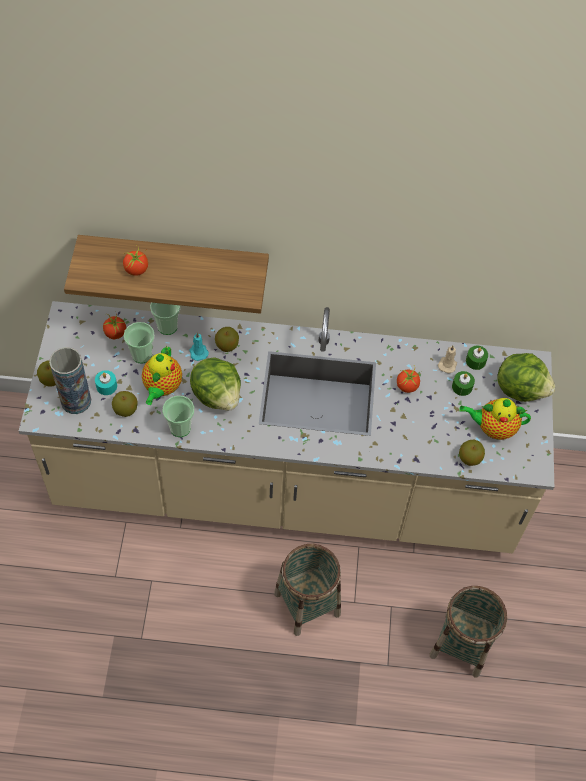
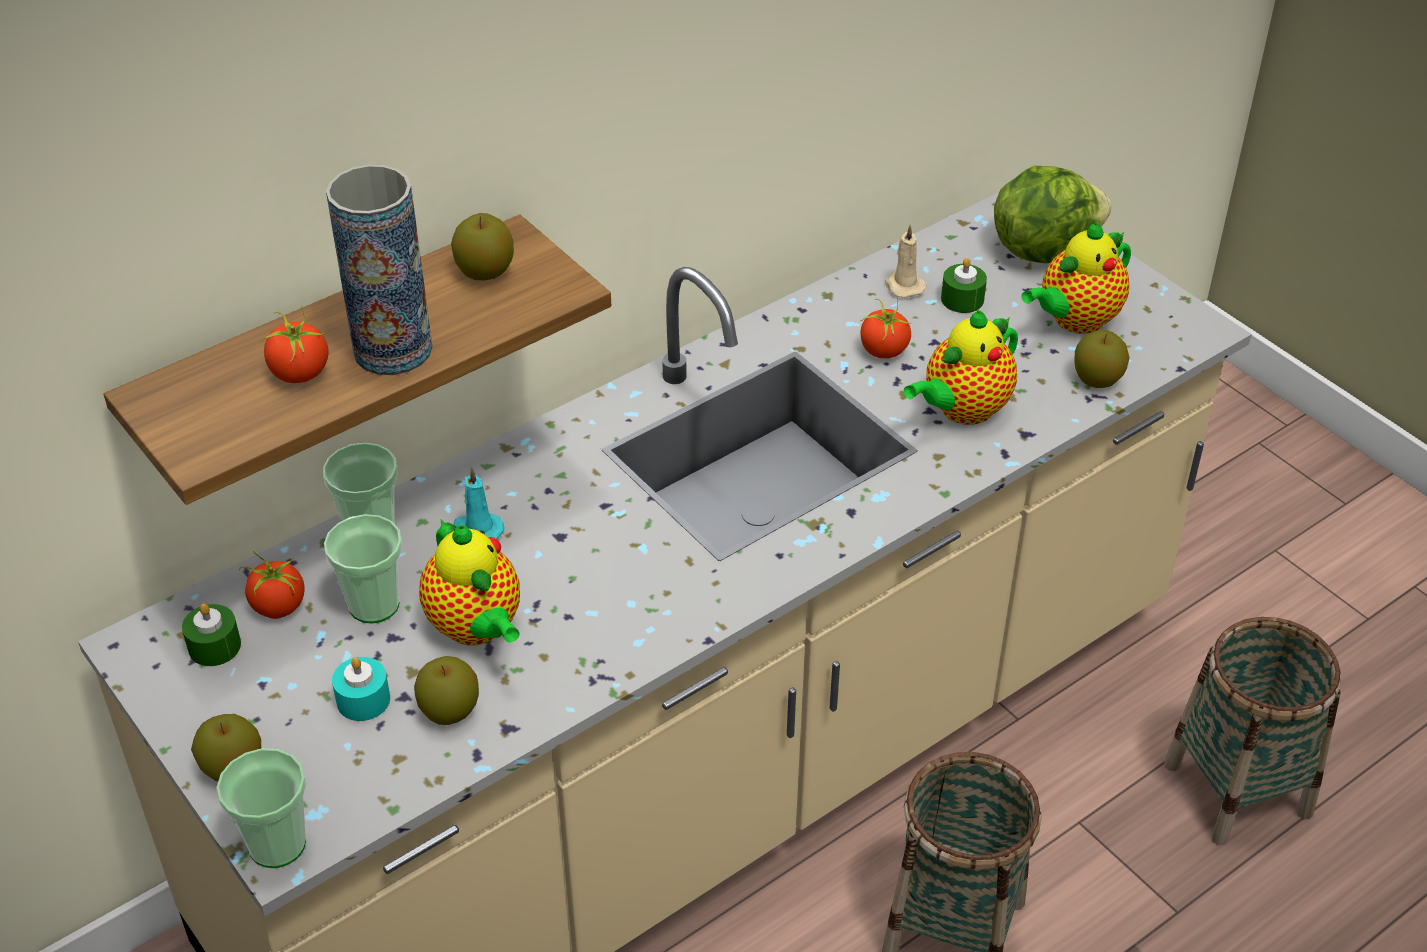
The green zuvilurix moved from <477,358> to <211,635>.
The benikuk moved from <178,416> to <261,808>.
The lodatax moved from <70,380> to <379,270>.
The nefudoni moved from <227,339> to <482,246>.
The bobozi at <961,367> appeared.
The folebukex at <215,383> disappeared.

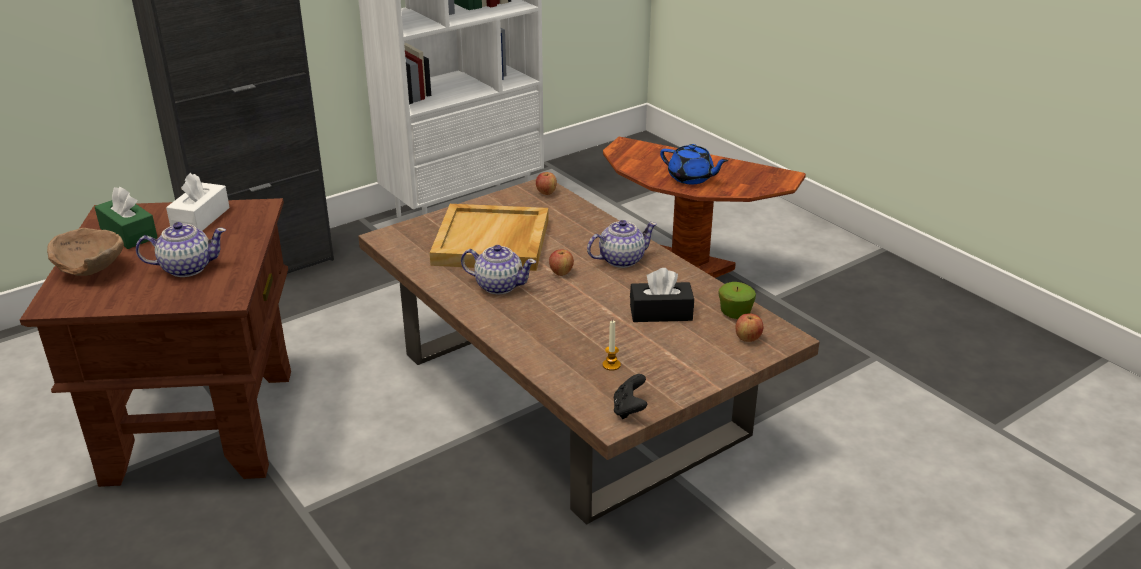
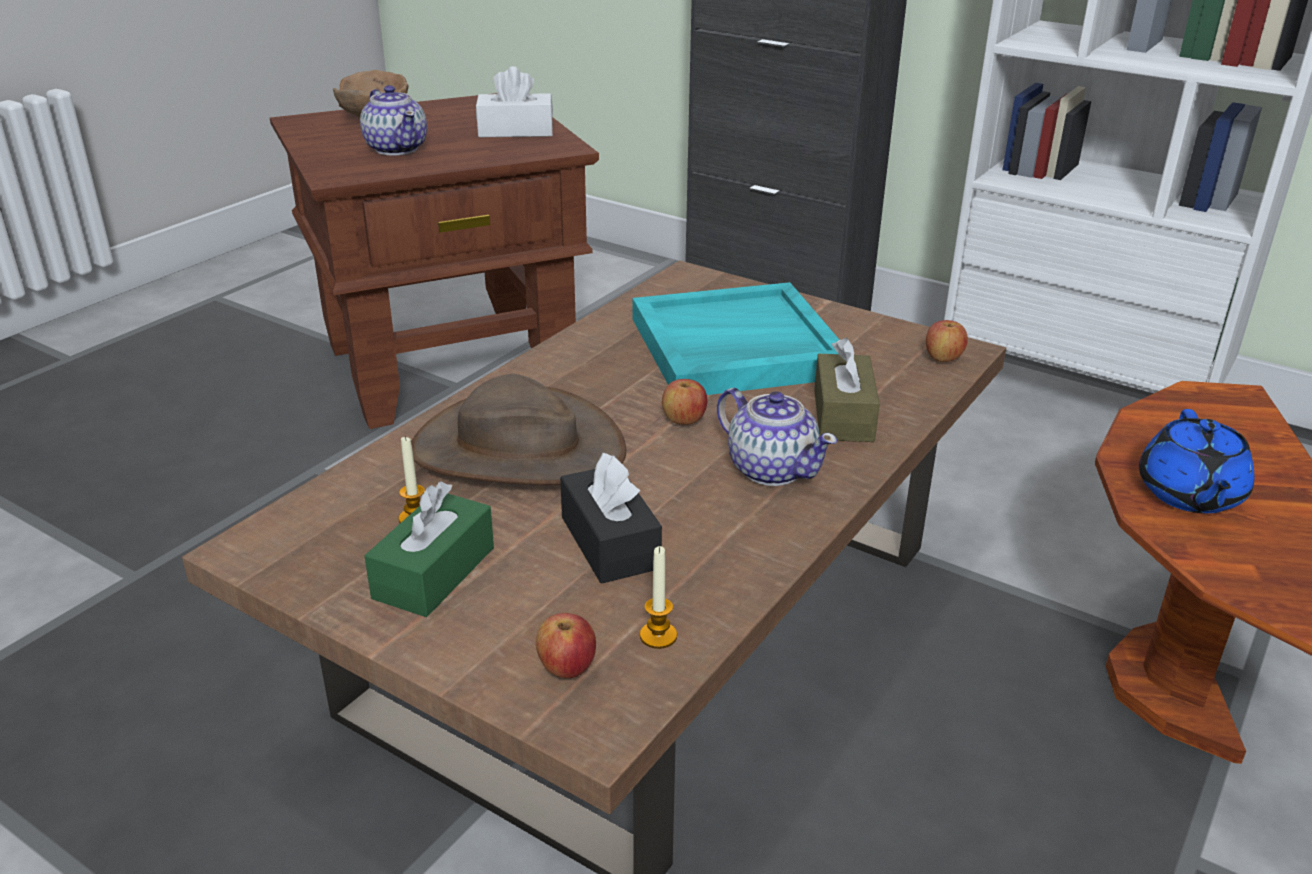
The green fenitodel moved from <126,217> to <429,549>.
The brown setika at <518,429> appeared.
The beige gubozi at <489,237> became the turquoise gubozi at <735,338>.
The nefudoni at <737,300> was replaced by the zuvilurix at <658,597>.
The brown fenitodel at <847,390> appeared.
The bobozi at <498,270> disappeared.
The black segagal at <630,396> disappeared.

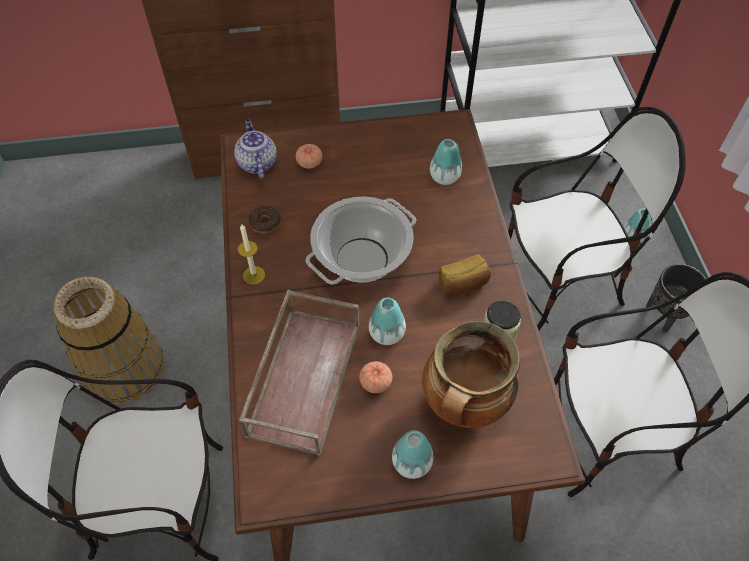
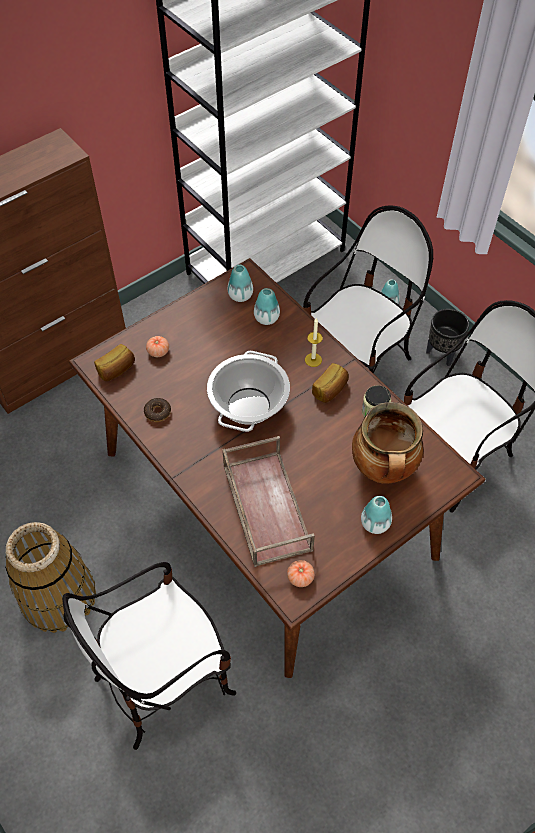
The bobozi at <255,148> was replaced by the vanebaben at <114,362>.
The lodatax moved from <387,321> to <240,283>.
The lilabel moved from <375,377> to <301,573>.
The zuvilurix moved from <251,254> to <313,342>.

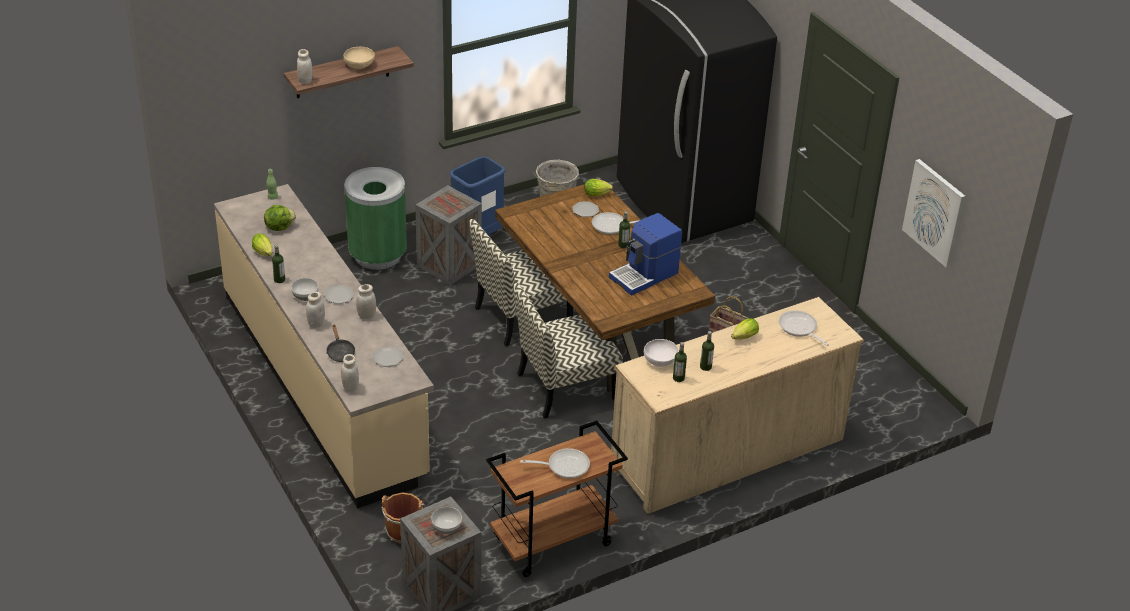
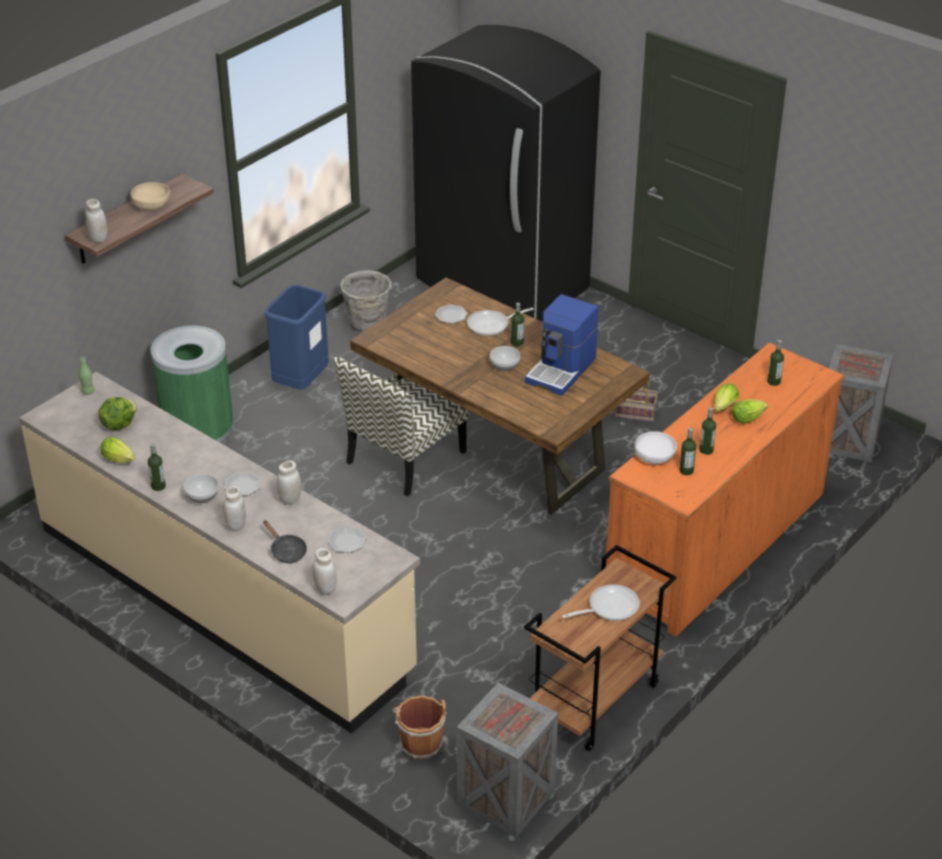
The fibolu moved from <446,520> to <505,358>.
The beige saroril at <737,405> became the orange saroril at <725,490>.
The folebukex moved from <598,187> to <750,411>.
The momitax at <804,328> was replaced by the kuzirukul at <775,363>.
The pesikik moved from <448,235> to <861,403>.
The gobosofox at <568,350> disappeared.
The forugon at <933,213> disappeared.

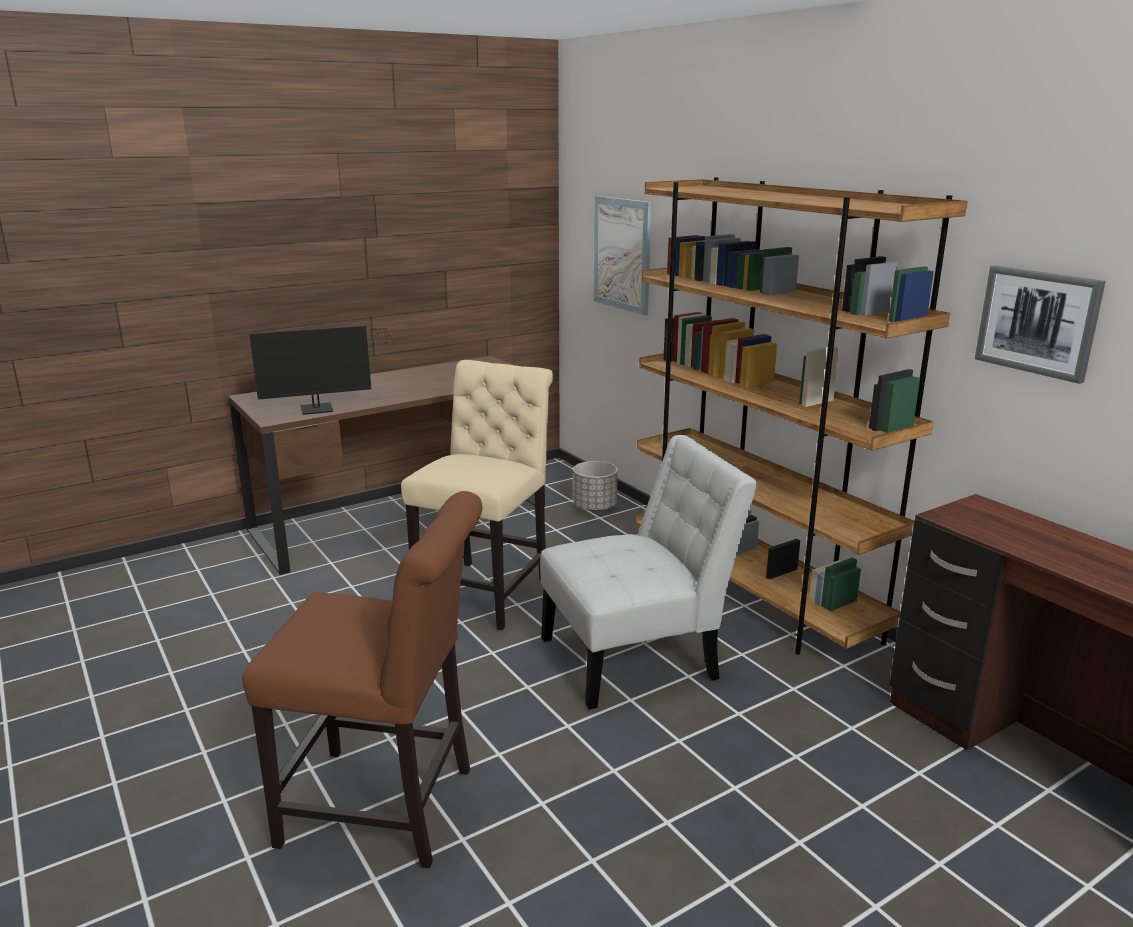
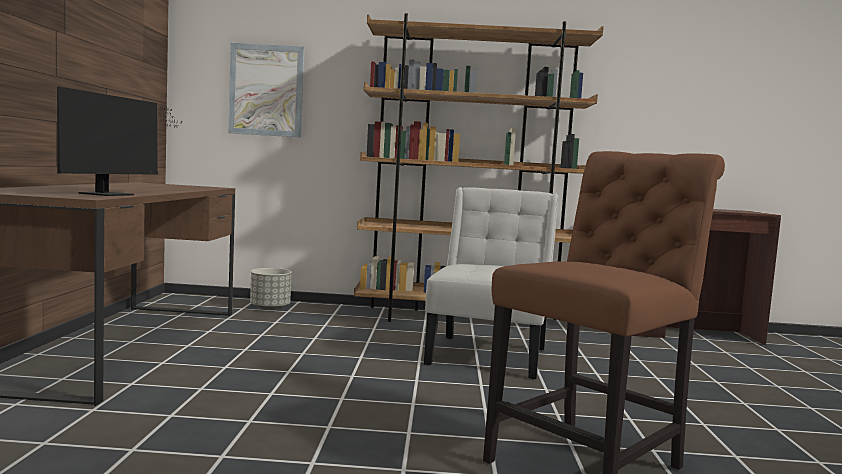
The beige gobosofox at <477,495> disappeared.
The forugon at <1040,324> disappeared.

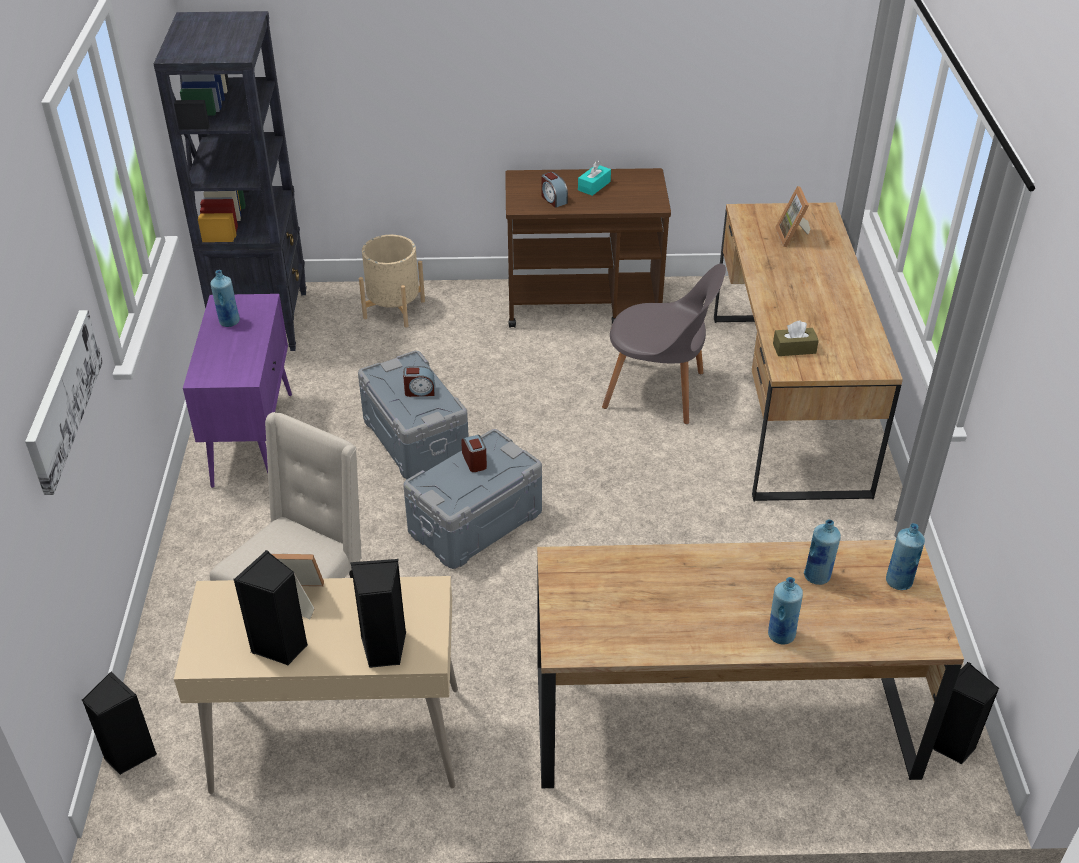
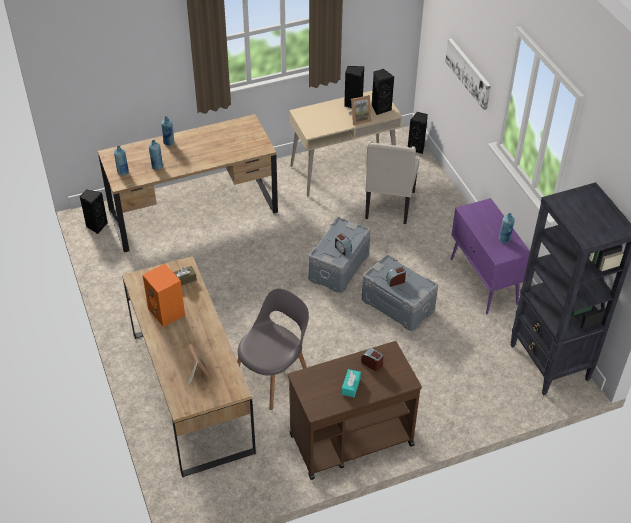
The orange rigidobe at <163,295> appeared.
The grey gobosofox at <664,344> turned 135 degrees clockwise.
The black rigidobe moved from <378,613> to <383,92>.
The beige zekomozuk at <392,281> disappeared.

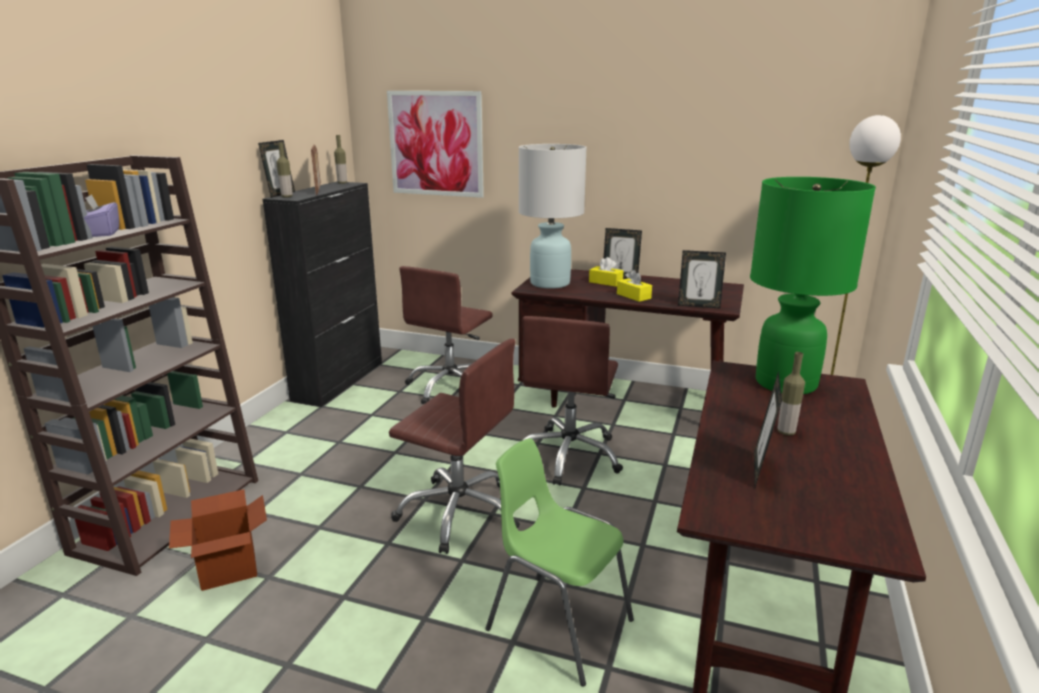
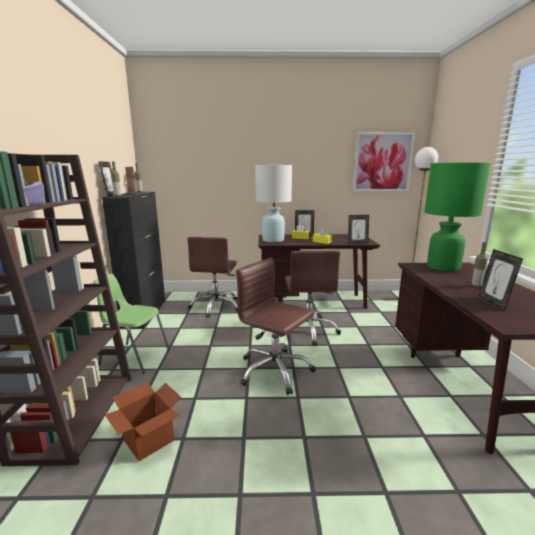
The green gobosofox moved from <559,562> to <131,324>.
The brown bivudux at <454,446> turned 150 degrees counterclockwise.
The forugon moved from <435,144> to <384,162>.

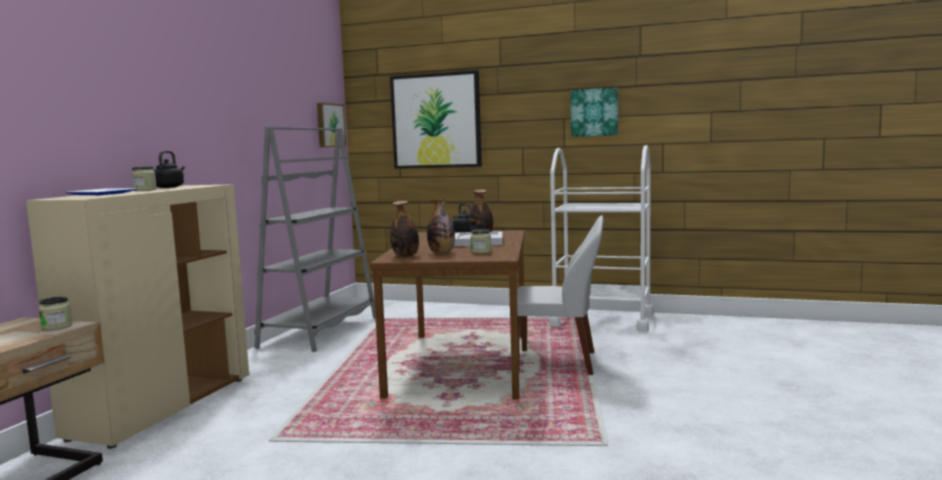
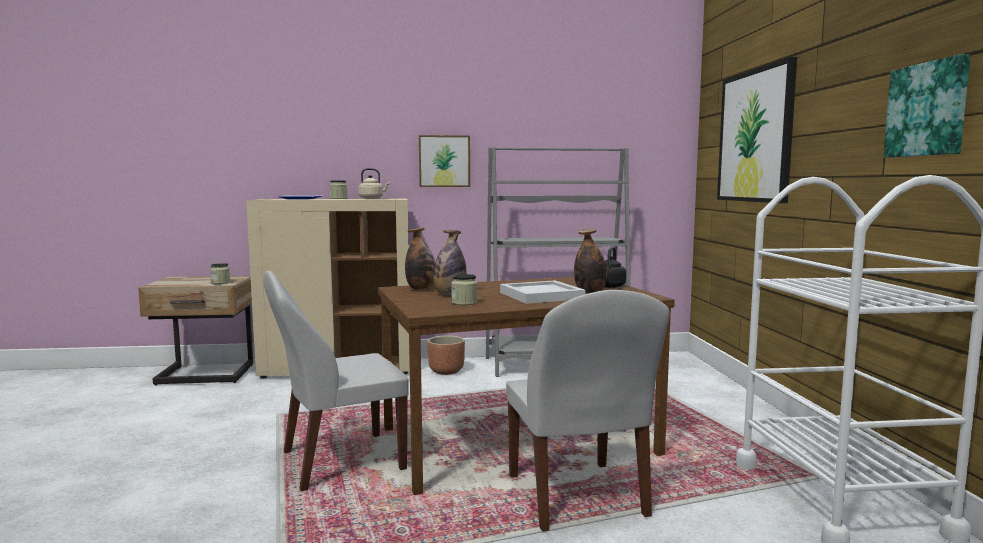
The white gobosofox at <336,381> appeared.
The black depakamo at <169,169> became the beige depakamo at <374,183>.
The forugon moved from <331,125> to <444,161>.
The brown zekomozuk at <446,355> appeared.

